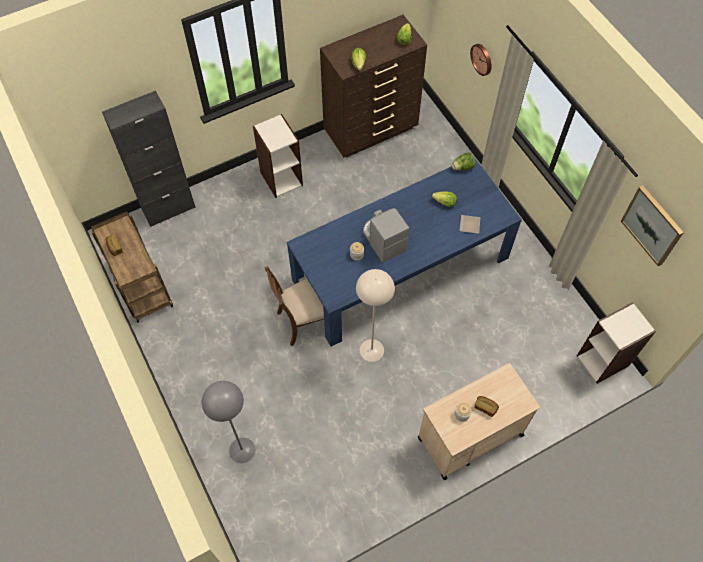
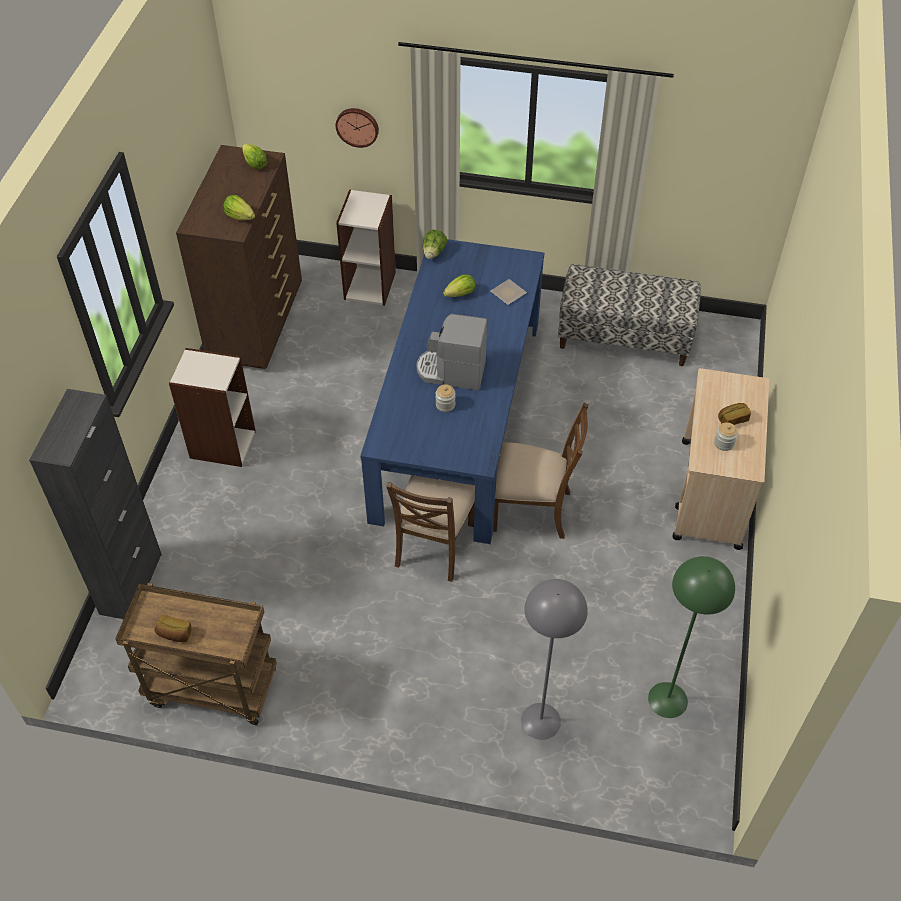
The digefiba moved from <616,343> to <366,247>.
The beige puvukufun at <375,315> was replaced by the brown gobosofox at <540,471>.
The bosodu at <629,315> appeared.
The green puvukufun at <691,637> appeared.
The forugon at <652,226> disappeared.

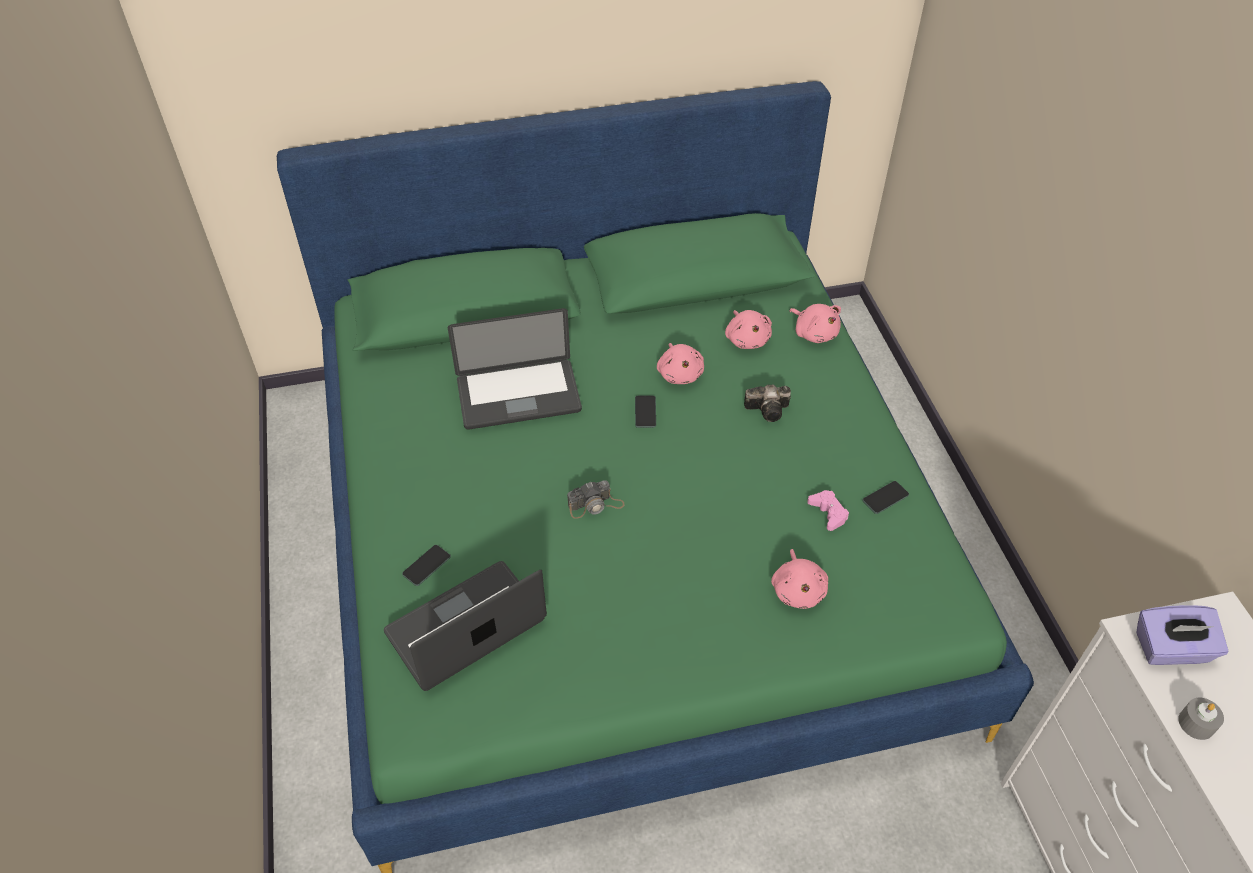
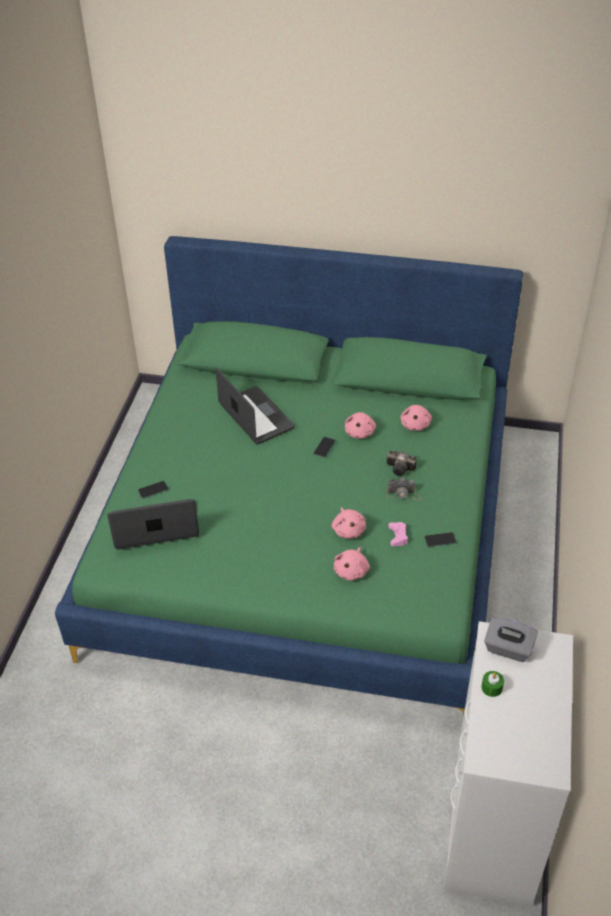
The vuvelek at <515,369> turned 135 degrees counterclockwise.
The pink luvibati moved from <815,323> to <349,523>.
The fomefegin moved from <596,499> to <403,489>.
The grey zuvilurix at <1201,719> became the green zuvilurix at <492,684>.
The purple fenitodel at <1182,635> became the grey fenitodel at <511,639>.

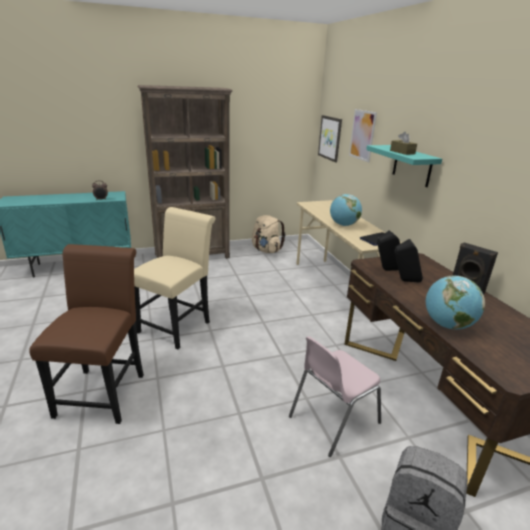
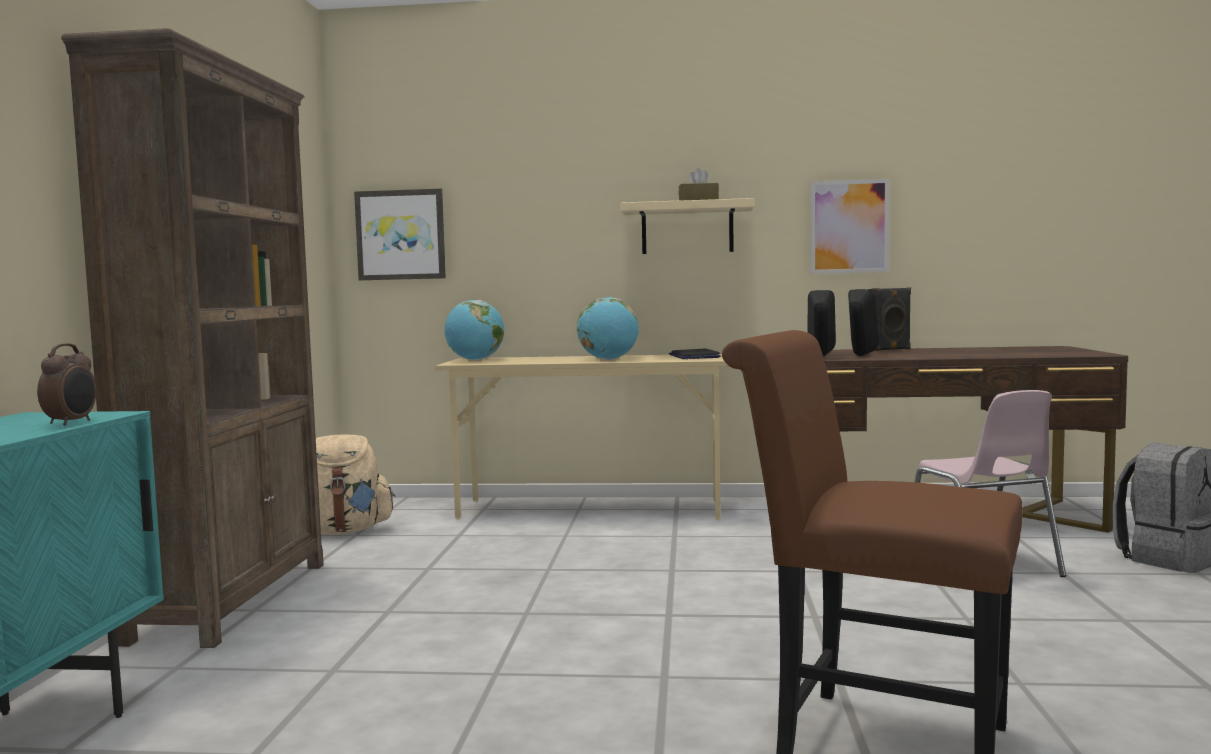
The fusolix moved from <455,302> to <474,330>.
The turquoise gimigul at <404,166> became the beige gimigul at <687,226>.
The forugon moved from <363,135> to <850,226>.
The beige gobosofox at <174,278> disappeared.

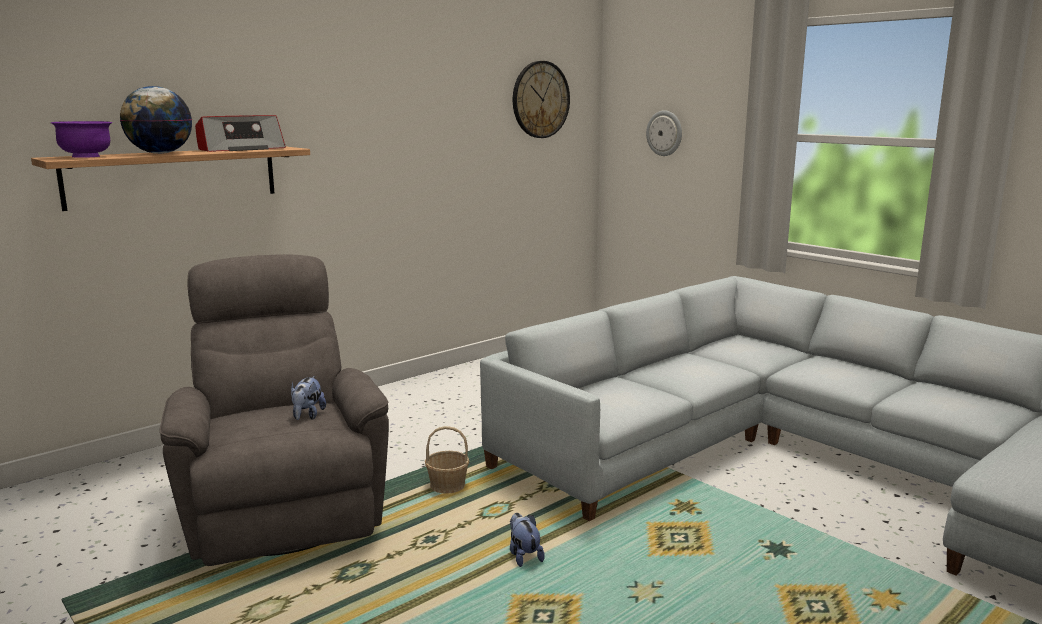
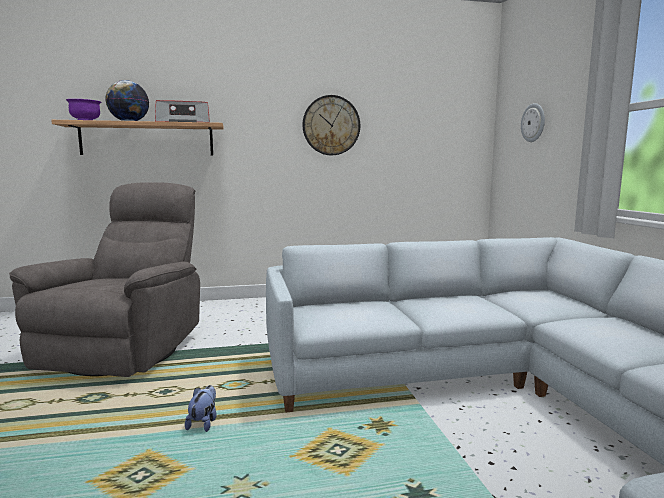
The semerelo moved from <541,99> to <331,125>.
The luvibati at <308,398> disappeared.
The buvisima at <447,460> disappeared.

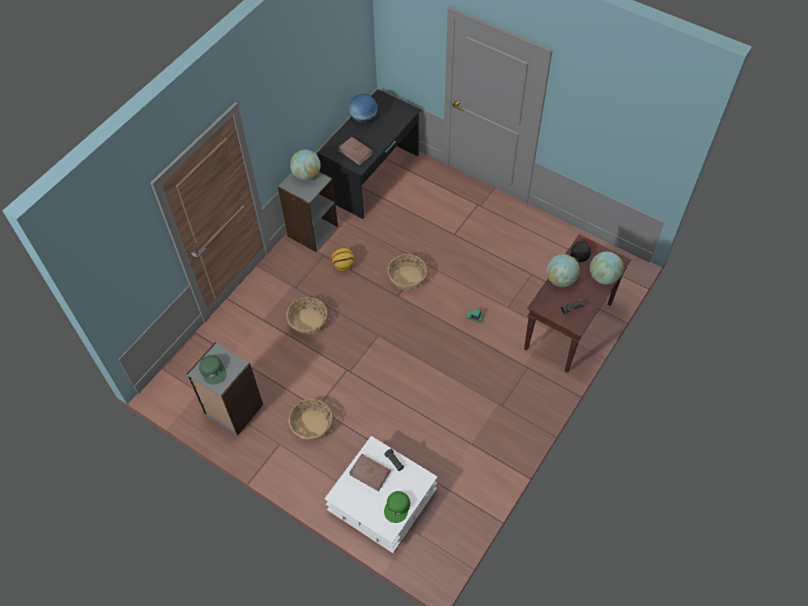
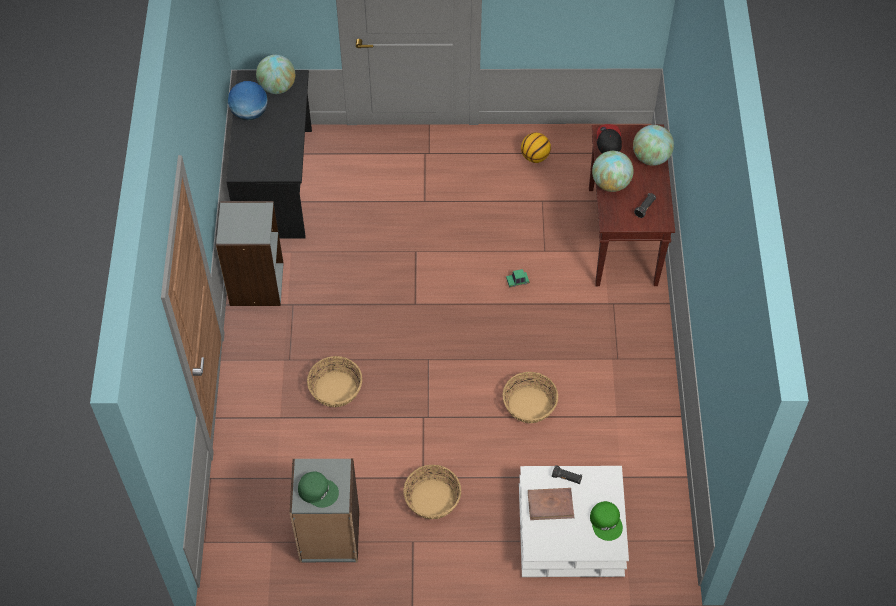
The fusolix moved from <305,165> to <275,74>.
The buvisima moved from <407,272> to <530,397>.
The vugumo moved from <343,259> to <536,147>.
The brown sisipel at <355,151> disappeared.

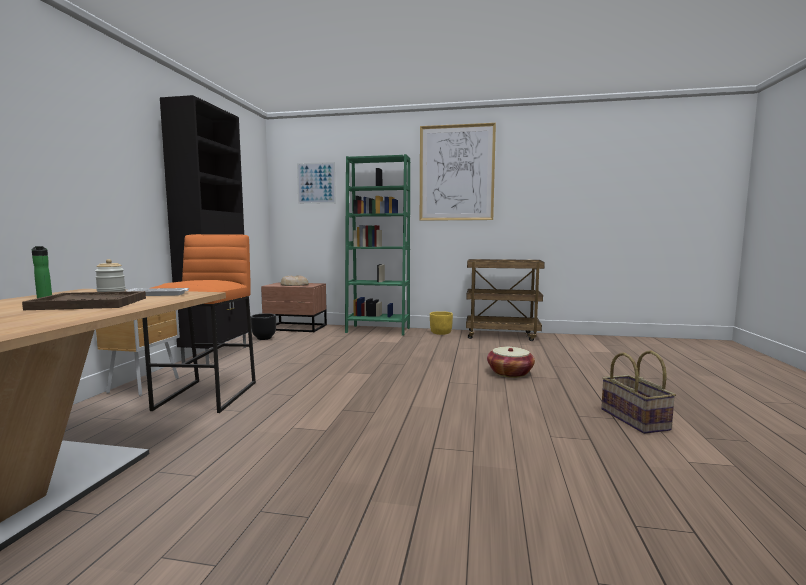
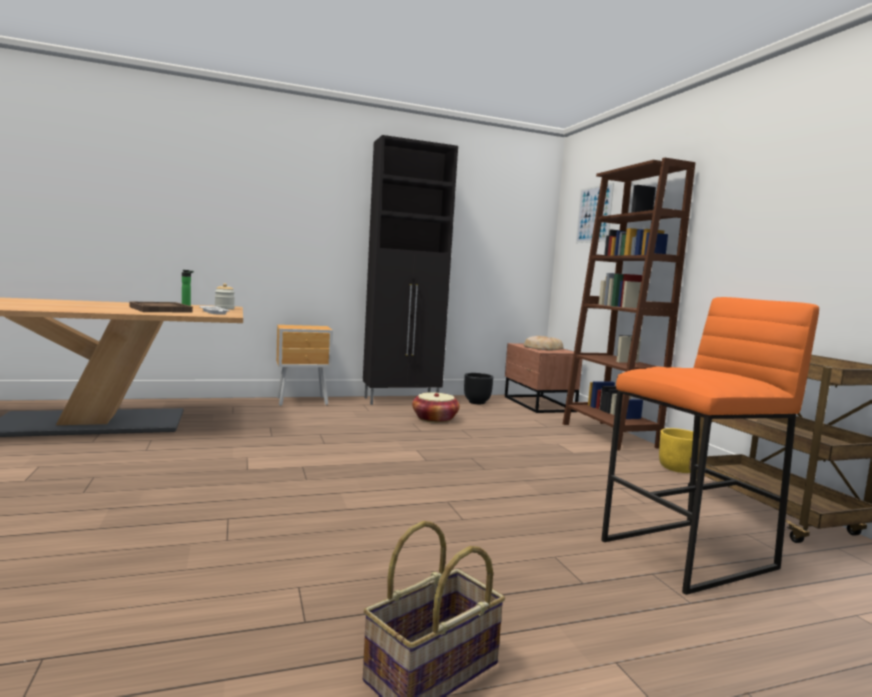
The buvisima moved from <511,362> to <436,407>.
The green digefiba at <377,245> became the brown digefiba at <629,304>.
The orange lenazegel moved from <199,323> to <710,446>.
The forugon at <458,172> disappeared.

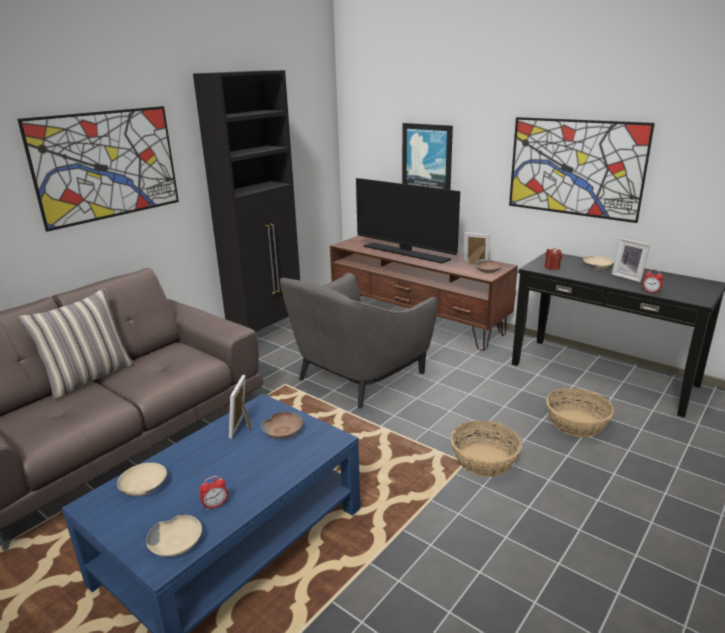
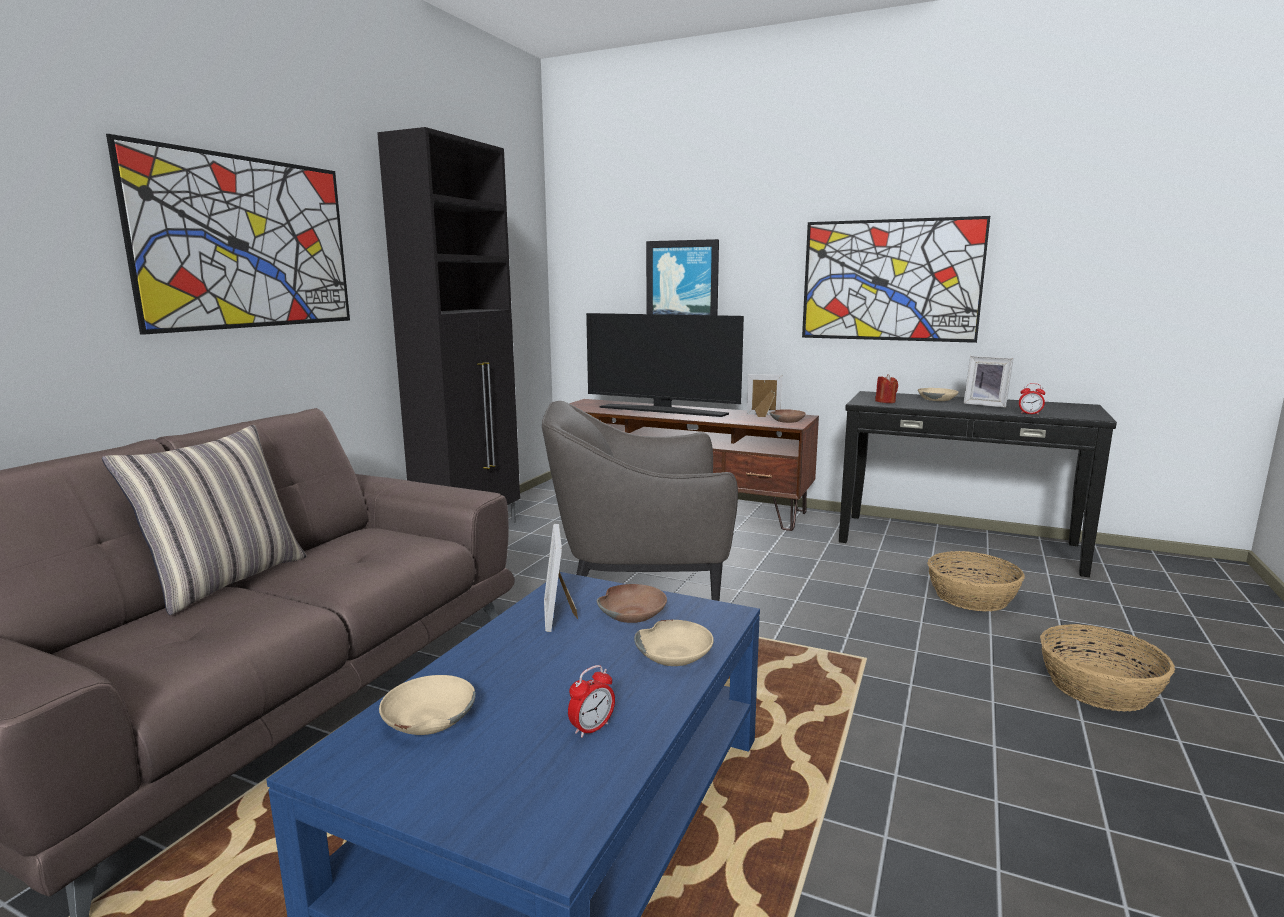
The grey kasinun at <359,340> turned 60 degrees clockwise.
The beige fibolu moved from <174,535> to <674,643>.
The buvisima moved from <486,448> to <1107,668>.

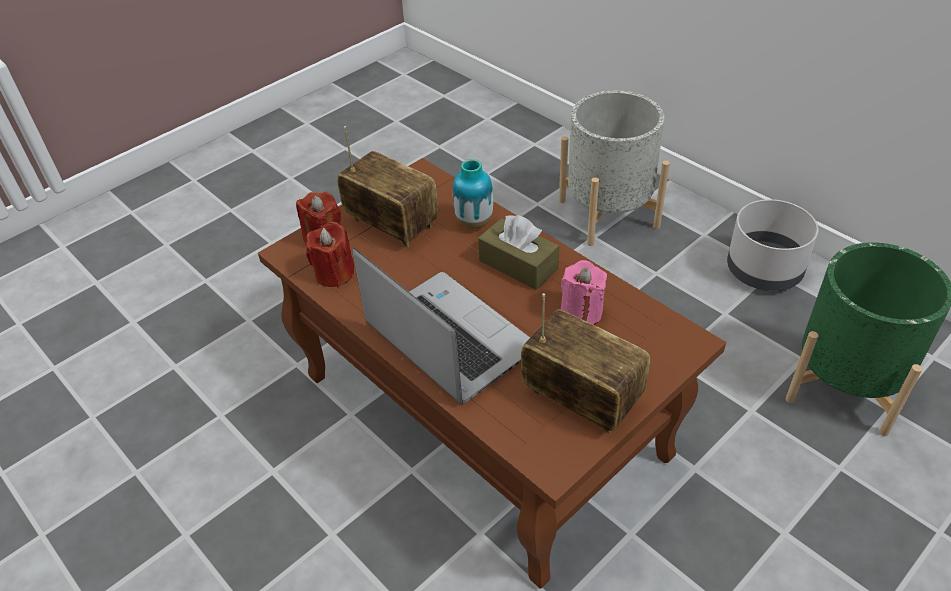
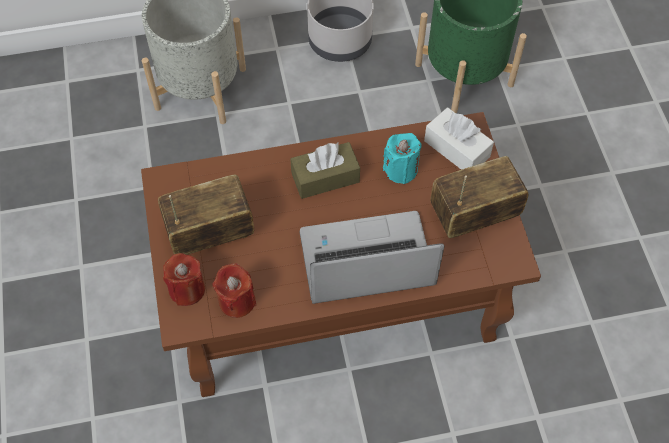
The pink zuvilurix at <584,292> became the turquoise zuvilurix at <402,158>.
The white fenitodel at <459,138> appeared.
The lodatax at <473,194> disappeared.

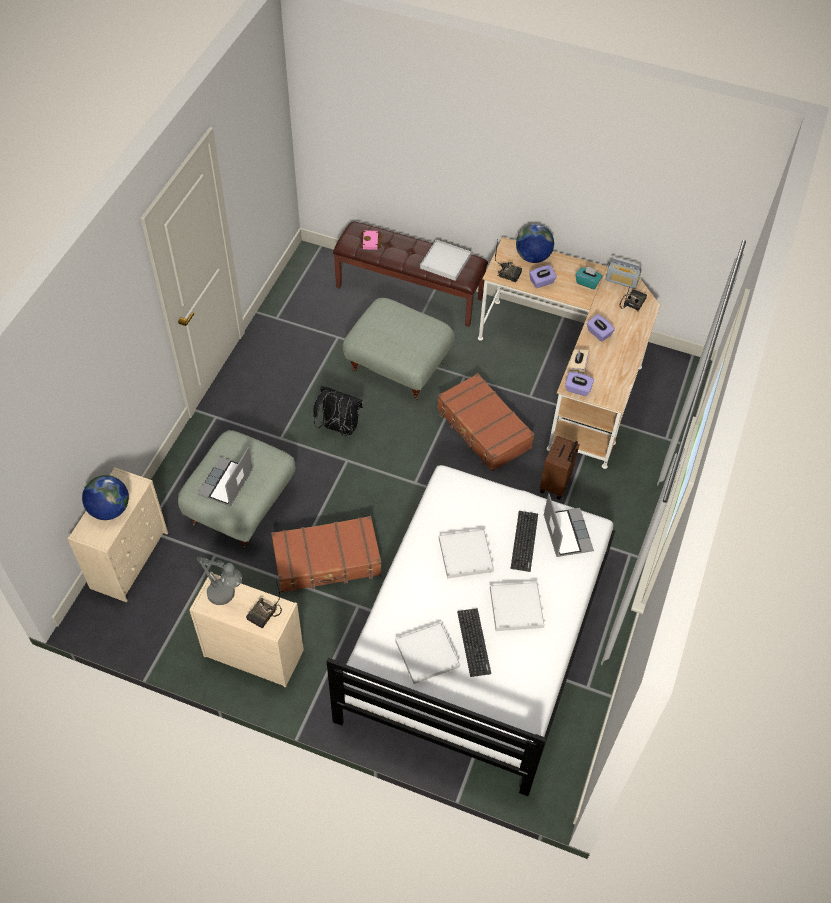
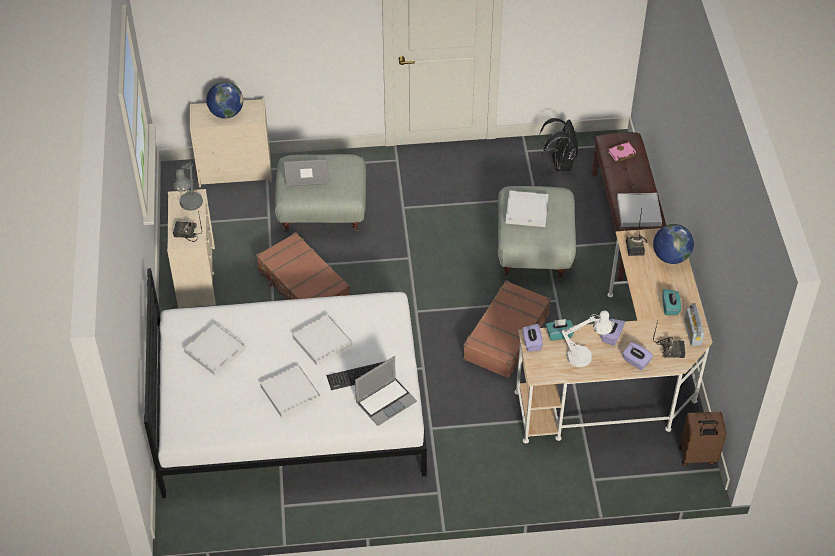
The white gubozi at <527,209> appeared.
The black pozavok moved from <338,411> to <558,145>.
The beige fenitodel at <579,361> became the turquoise fenitodel at <560,330>.
The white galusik at <587,338> appeared.
The purple fenitodel moved from <543,276> to <637,356>.
The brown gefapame moved from <560,468> to <703,439>.
The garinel at <474,642> disappeared.

